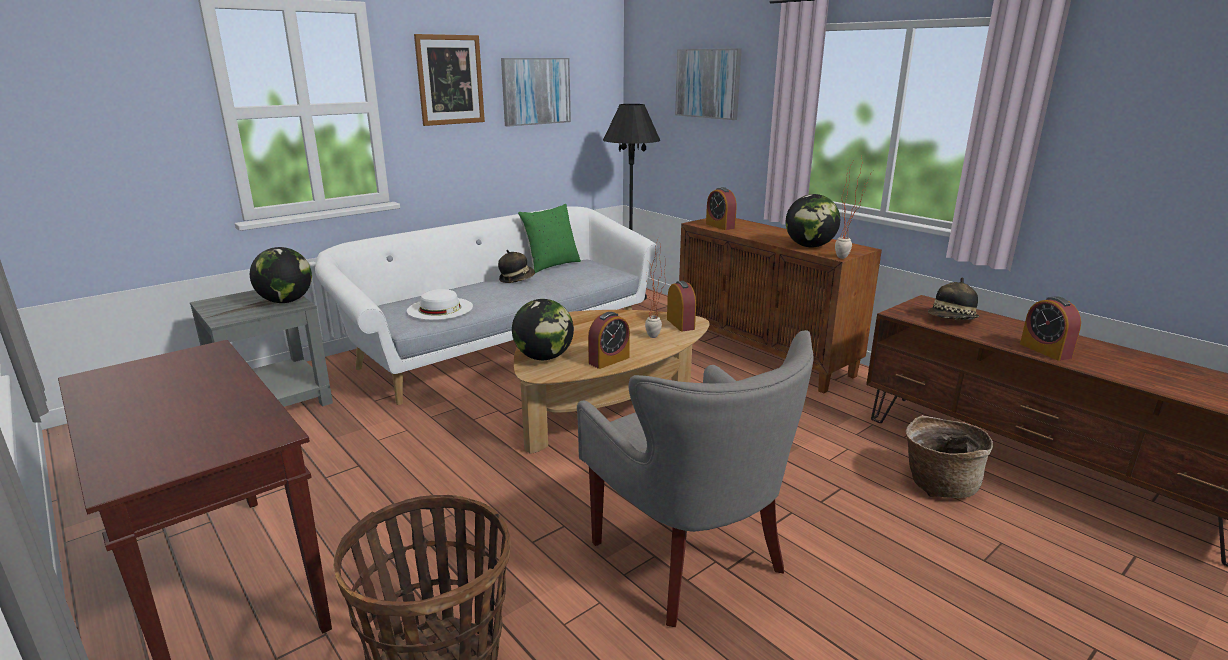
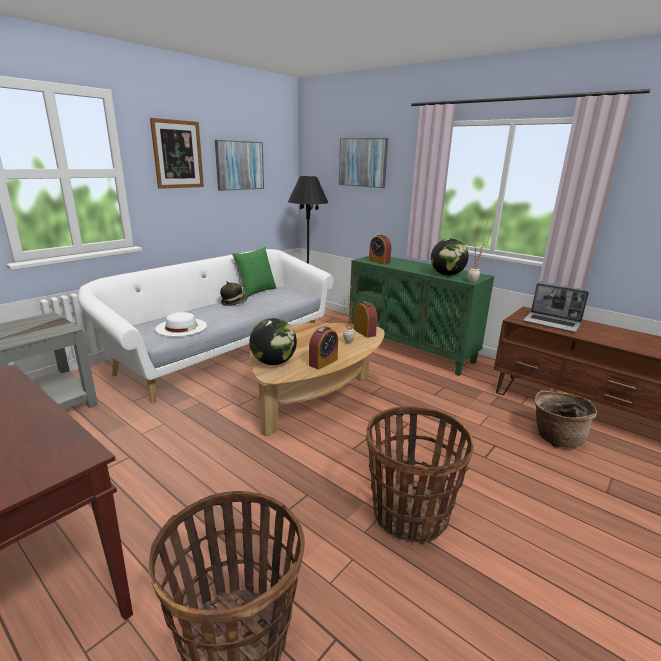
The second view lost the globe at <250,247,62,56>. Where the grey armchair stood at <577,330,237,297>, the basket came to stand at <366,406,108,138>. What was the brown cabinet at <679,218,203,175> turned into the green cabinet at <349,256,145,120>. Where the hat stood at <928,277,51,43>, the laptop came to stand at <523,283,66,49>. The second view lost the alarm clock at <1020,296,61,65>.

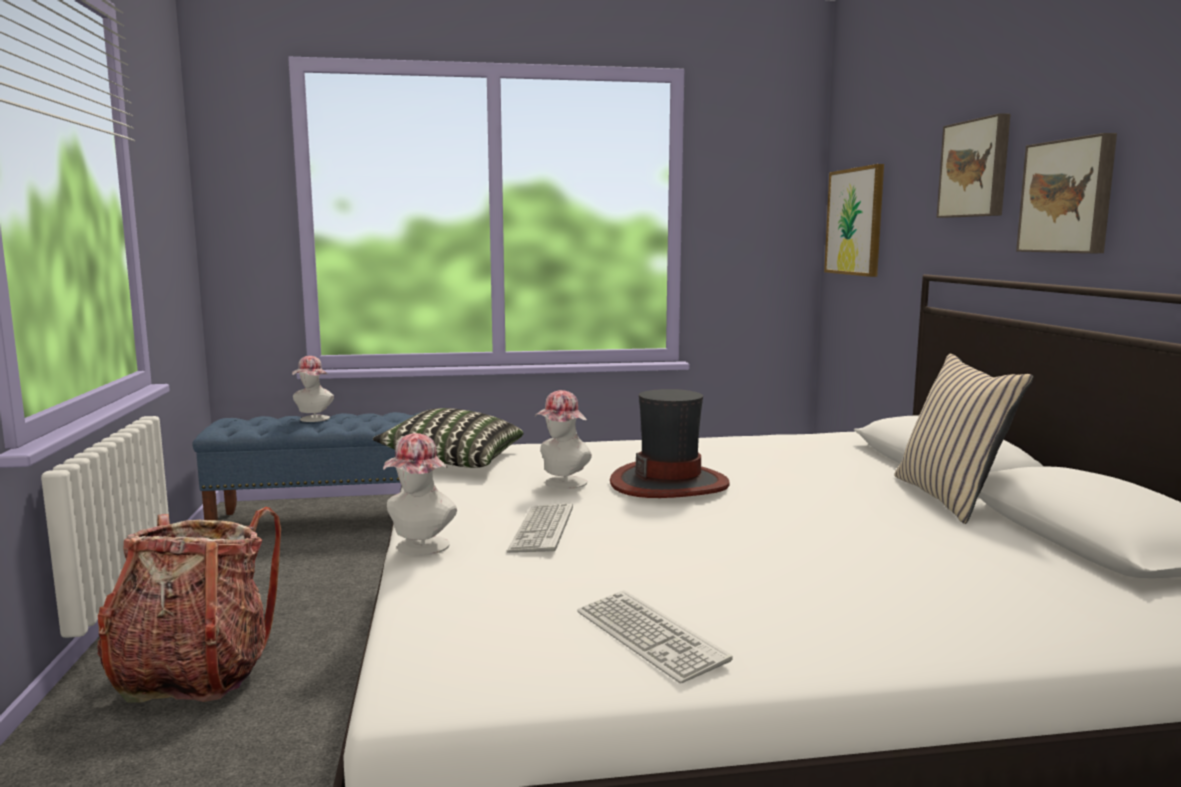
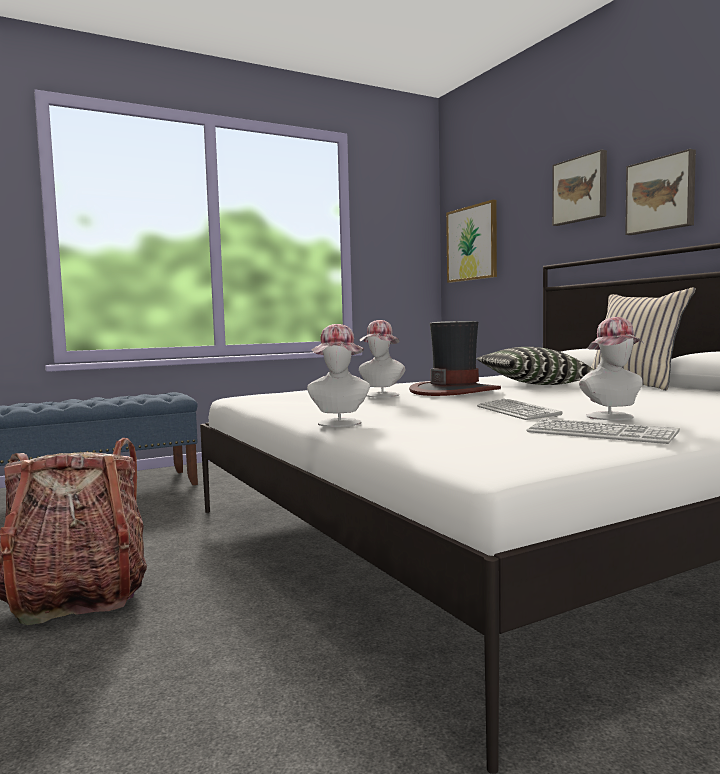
The hat ended up elsewhere, having gone from <292,356,42,66> to <579,317,66,103>. The pillow ended up elsewhere, having gone from <373,408,150,60> to <477,347,117,38>. The keyboard ended up elsewhere, having gone from <507,503,66,50> to <477,399,86,21>.

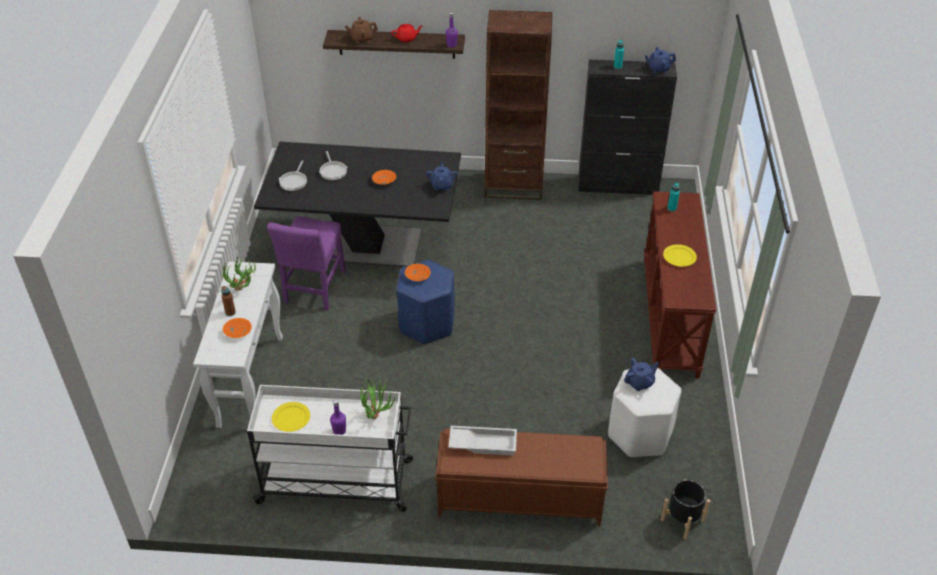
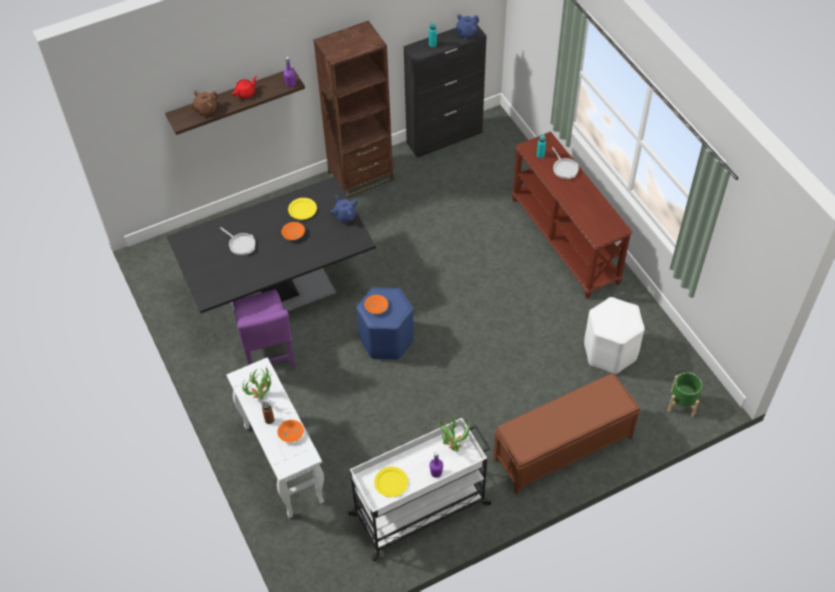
The frying pan ended up elsewhere, having gone from <279,160,28,31> to <552,147,27,32>. The second view lost the white tray at <448,426,69,30>. The second view lost the blue teapot at <624,358,35,33>. What was the black planter at <661,479,49,60> turned into the green planter at <668,372,34,45>. The yellow plate ended up elsewhere, having gone from <663,244,34,23> to <288,198,29,22>.

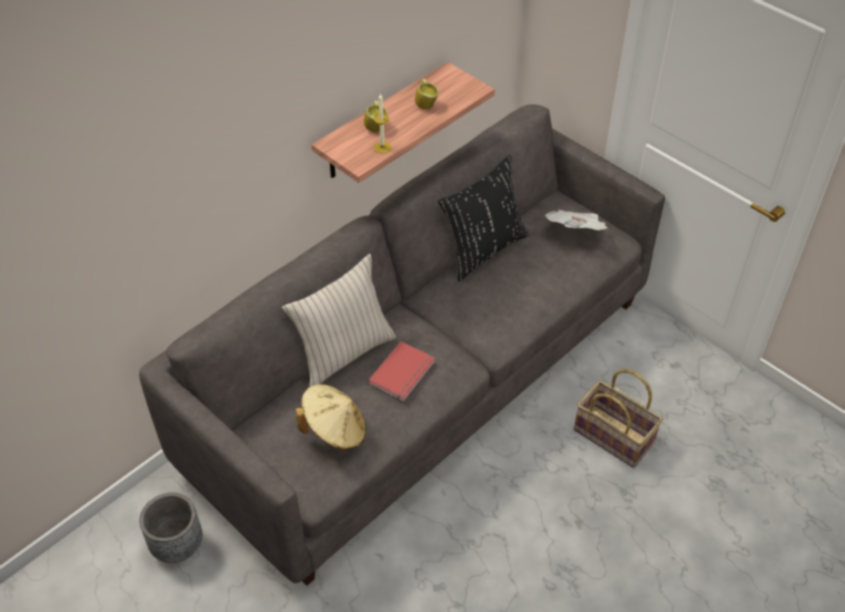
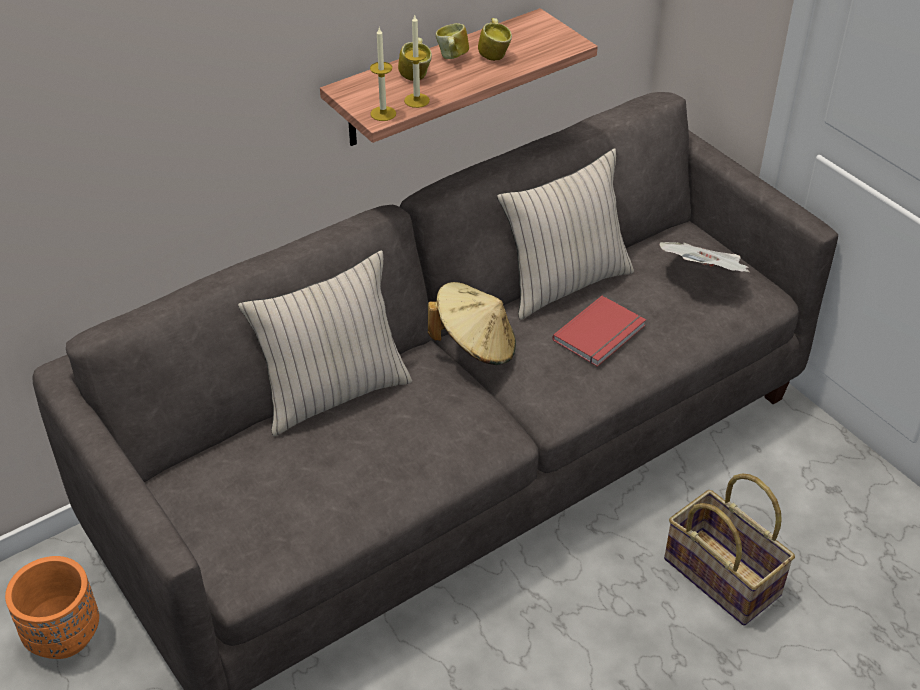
What was the grey planter at <139,492,64,71> turned into the orange planter at <5,556,94,103>. The beige hat ended up elsewhere, having gone from <295,384,71,66> to <428,282,88,83>. The red book ended up elsewhere, having gone from <368,341,67,61> to <552,296,94,71>. What was the black pillow at <438,155,90,127> turned into the beige pillow at <497,148,137,172>. The second view gained the candle at <370,28,26,93>. The second view gained the mug at <436,23,33,36>.

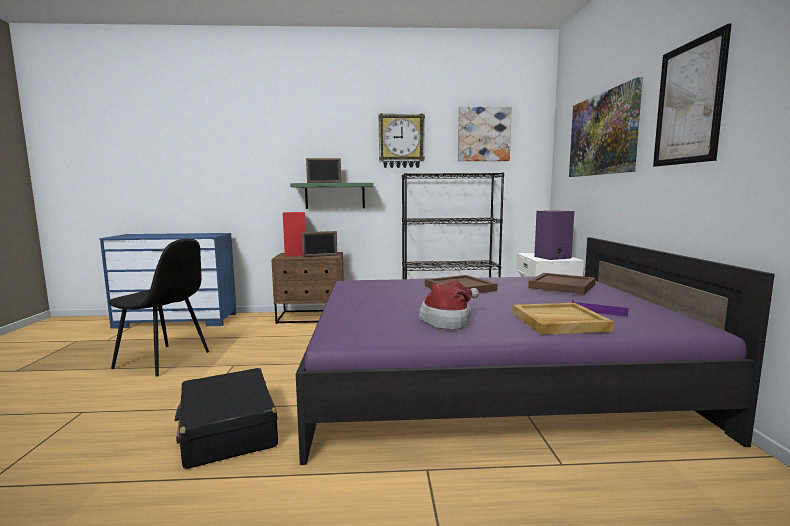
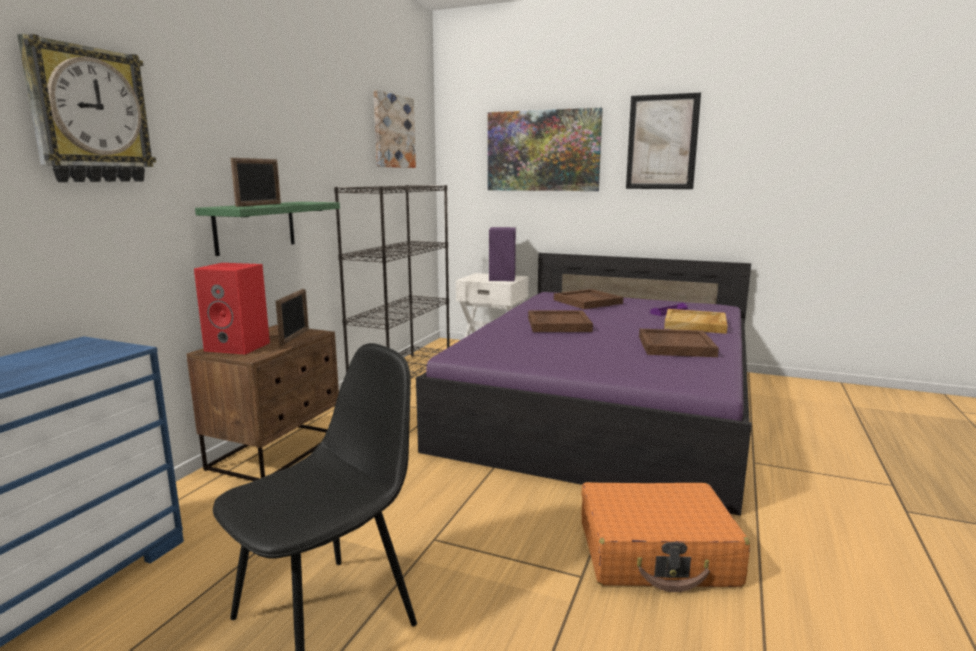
What was the black suitcase at <174,368,104,101> turned into the orange suitcase at <581,482,169,110>. The wall clock ended up elsewhere, having gone from <379,113,46,55> to <17,34,139,148>. Where the hat stood at <419,280,60,50>, the brown tray came to stand at <639,329,80,28>.

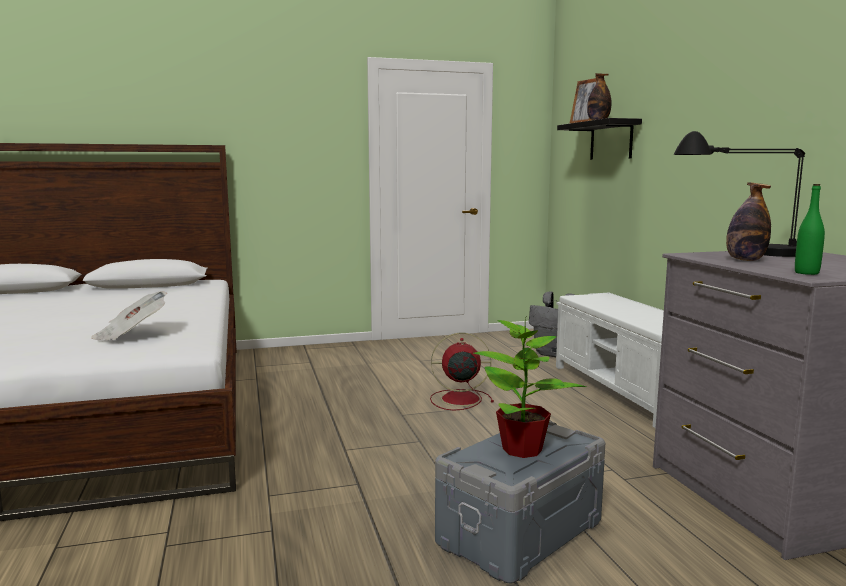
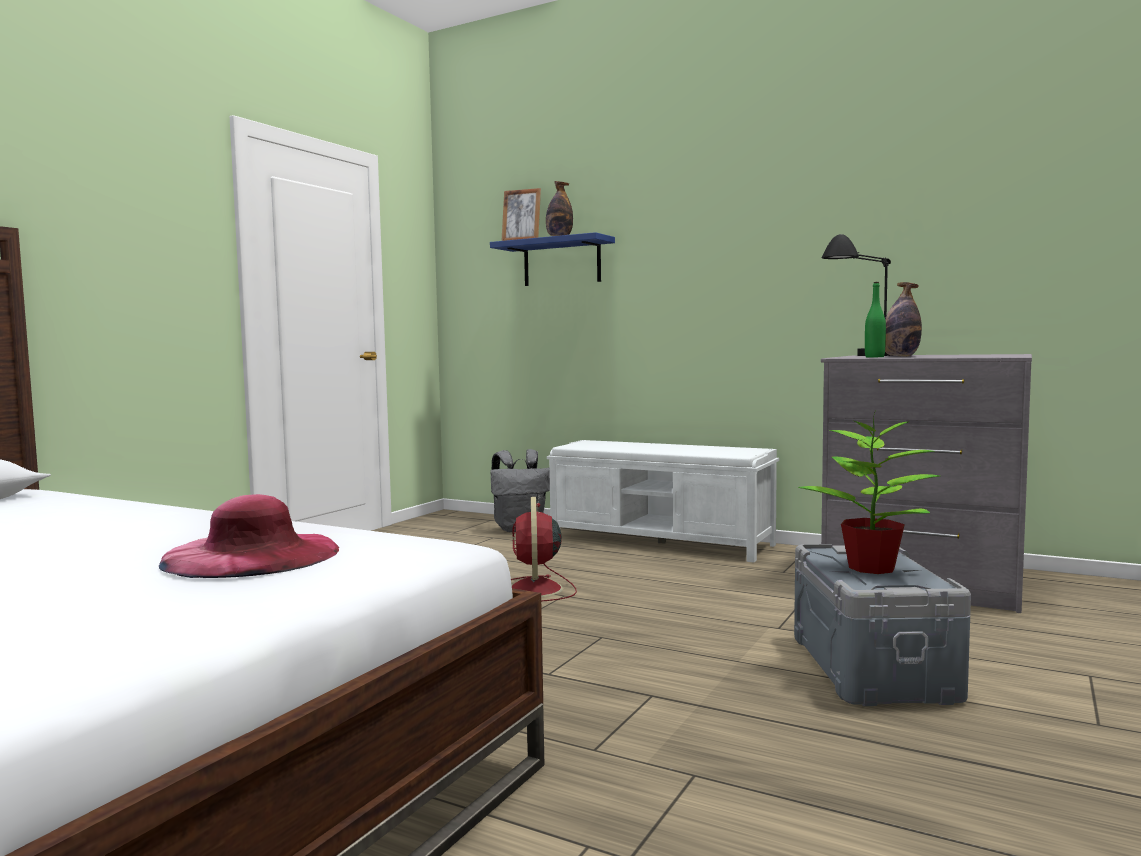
Where the newspaper stood at <91,291,77,49>, the pink hat came to stand at <159,494,180,84>. The red fan at <430,333,64,78> ended up facing another way, 45 degrees counterclockwise from before. What was the black shelf at <557,118,85,42> turned into the blue shelf at <490,232,125,54>. The green bottle ended up elsewhere, having gone from <795,184,30,91> to <865,282,21,75>.

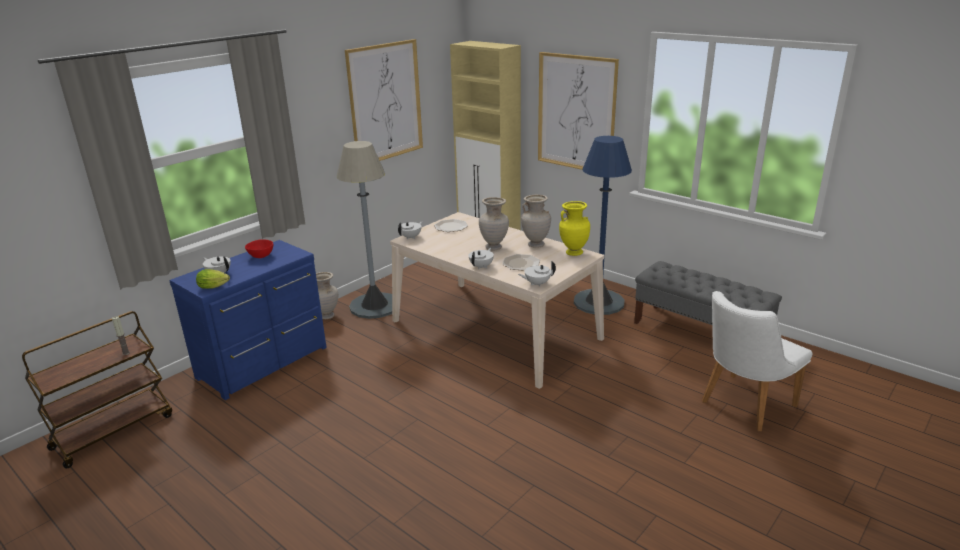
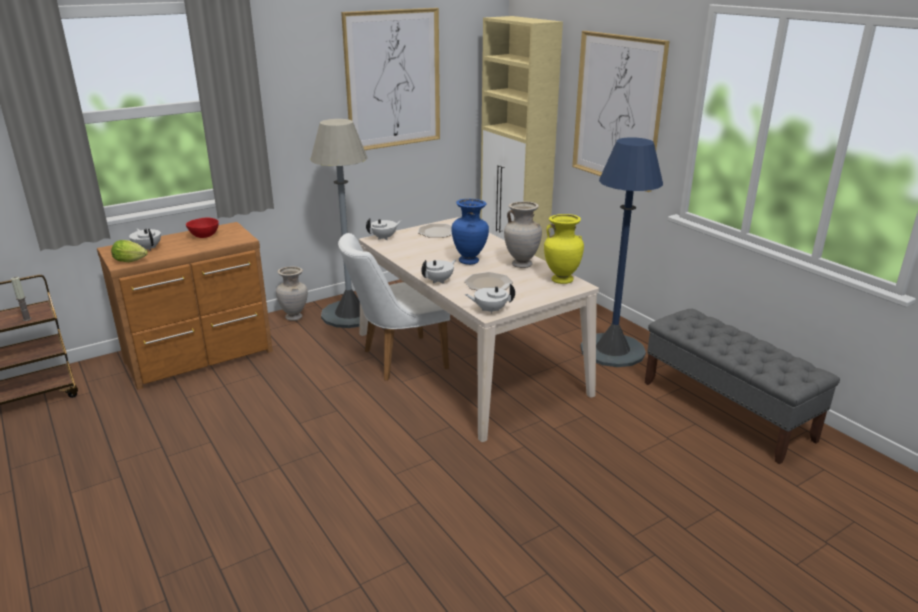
What was the blue dresser at <170,240,157,160> turned into the brown dresser at <97,222,176,168>. What was the beige vase at <479,197,30,53> turned into the blue vase at <451,199,38,66>. The white chair ended up elsewhere, having gone from <702,291,111,140> to <338,233,112,148>.

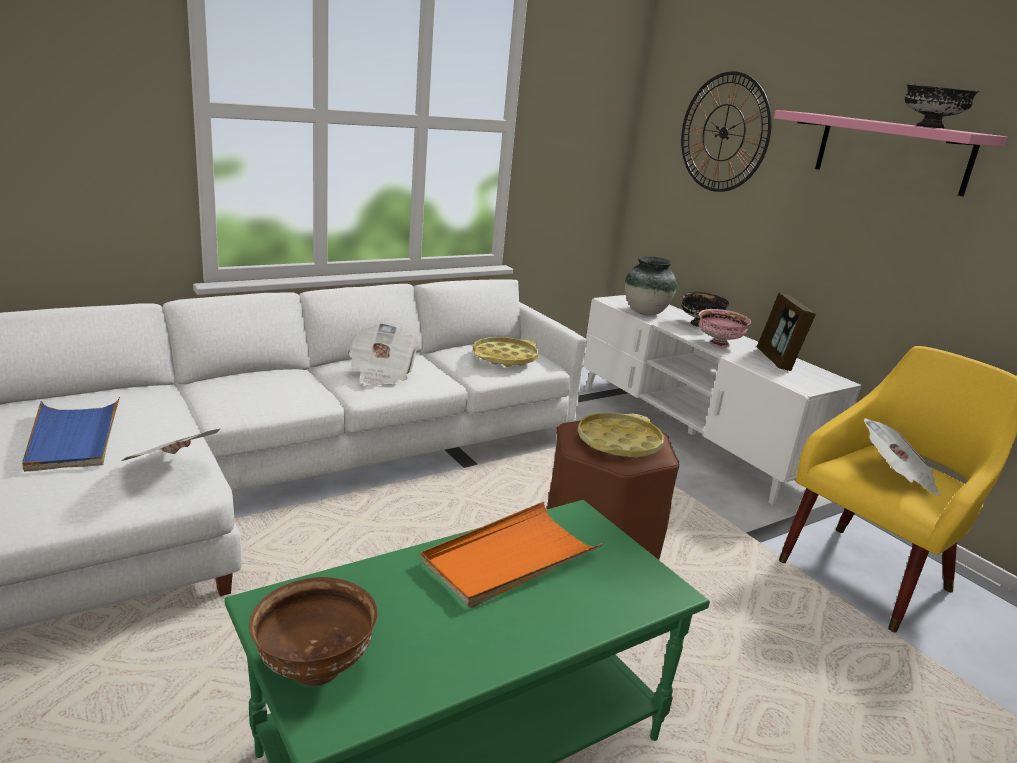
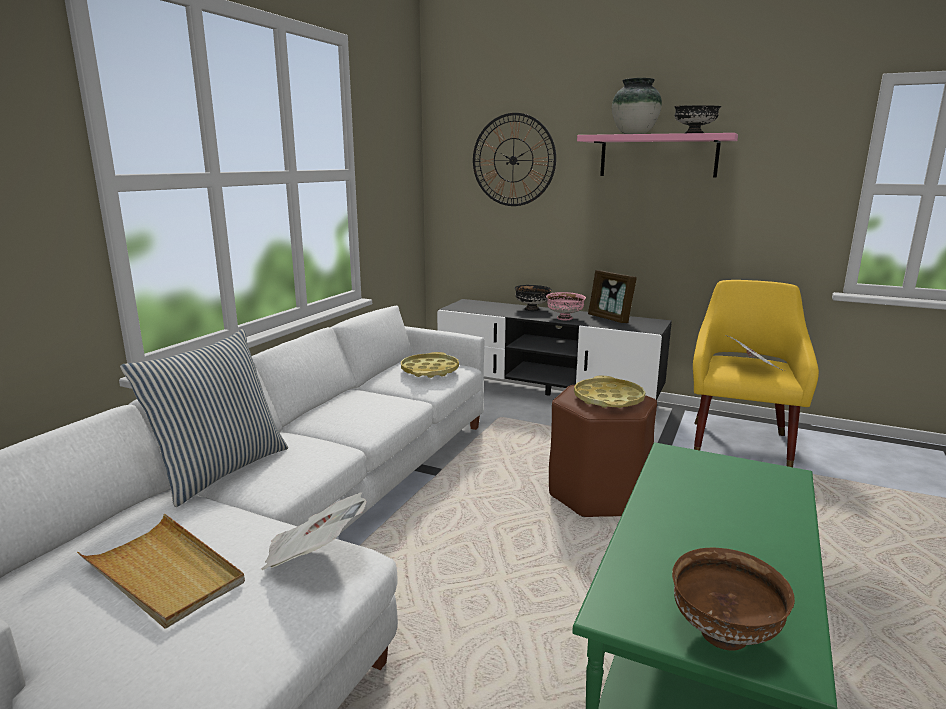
What was the blue tray at <22,397,98,75> turned into the beige tray at <77,514,168,115>. The second view lost the newspaper at <348,323,70,63>. The second view lost the orange tray at <420,502,182,106>. What was the white tv stand at <583,295,278,210> turned into the black tv stand at <437,299,235,101>. The vase ended up elsewhere, having gone from <625,256,52,59> to <612,78,50,56>. The second view gained the pillow at <120,329,168,178>.

